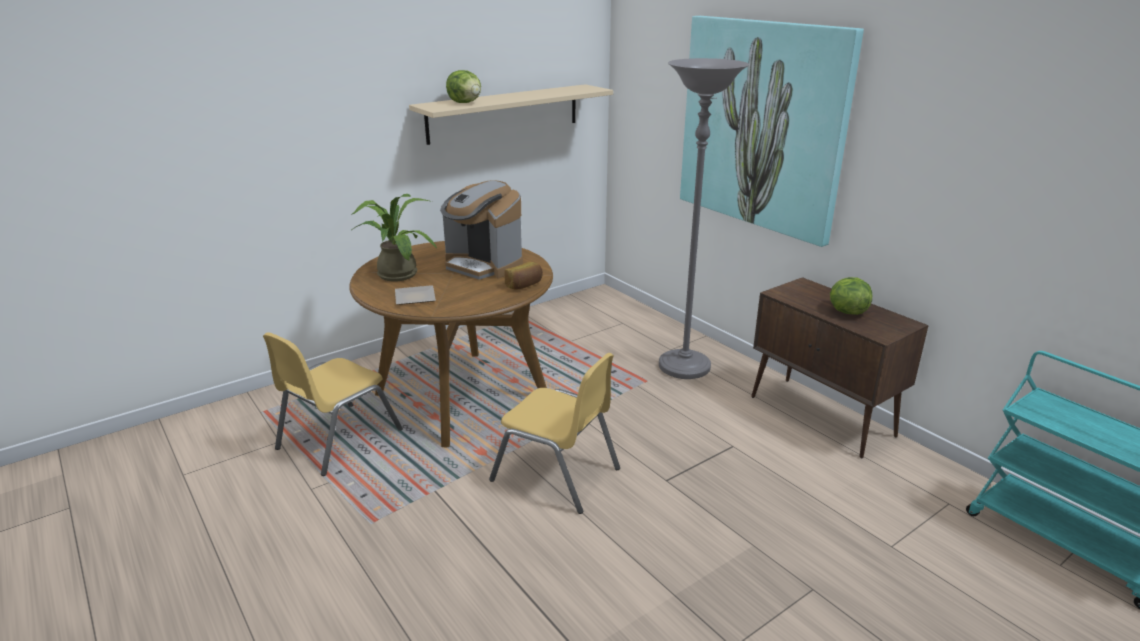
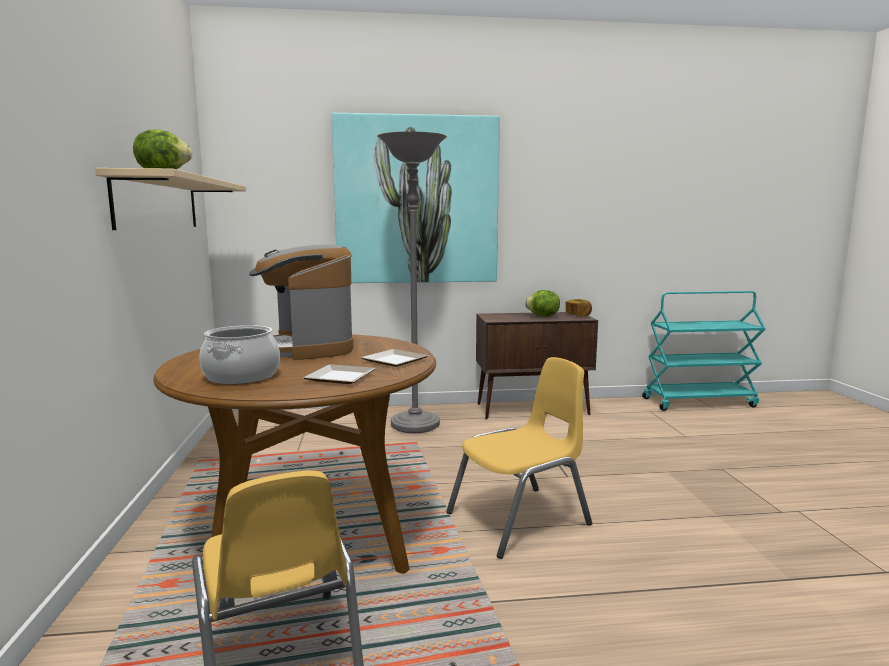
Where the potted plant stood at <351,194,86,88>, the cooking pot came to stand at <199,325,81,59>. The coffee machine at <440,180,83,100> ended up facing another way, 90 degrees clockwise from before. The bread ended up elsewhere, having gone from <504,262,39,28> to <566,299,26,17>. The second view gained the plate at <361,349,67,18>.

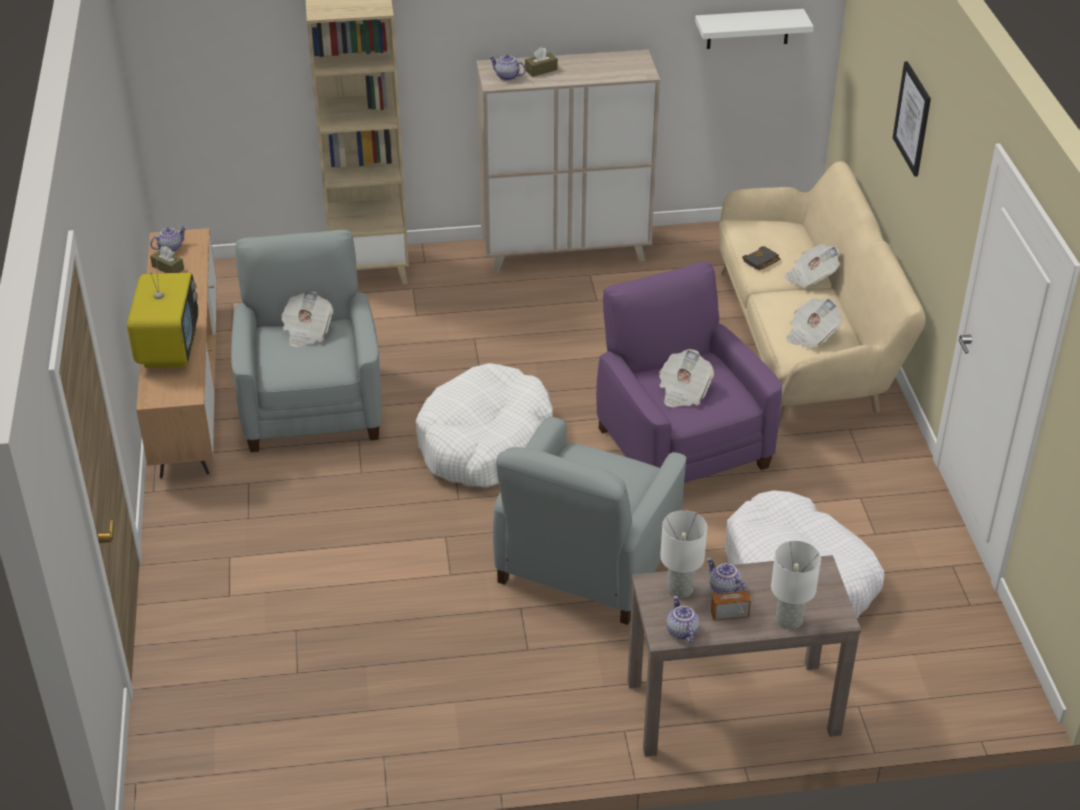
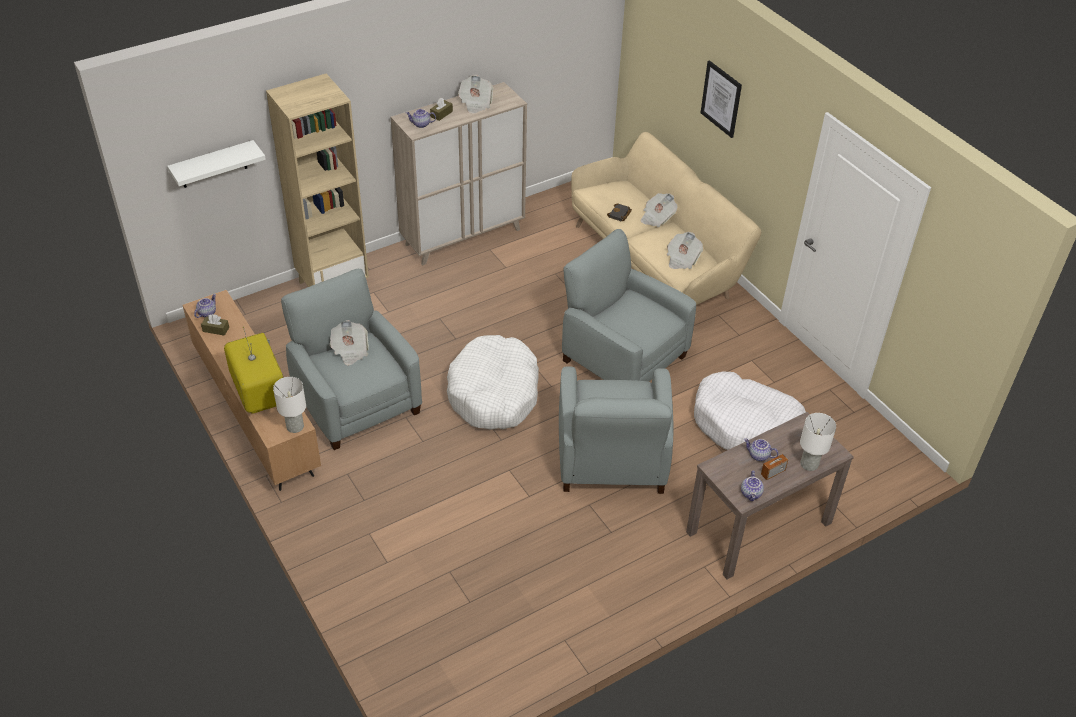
What was the purple armchair at <596,262,186,221> turned into the grey armchair at <562,229,134,153>. The newspaper ended up elsewhere, having gone from <659,349,55,58> to <458,75,35,39>. The white table lamp ended up elsewhere, having gone from <660,510,47,88> to <273,377,33,56>. The teapot at <666,596,33,47> ended up facing another way, 135 degrees counterclockwise from before. The white shelf ended up elsewhere, having gone from <695,9,119,40> to <167,140,99,48>.

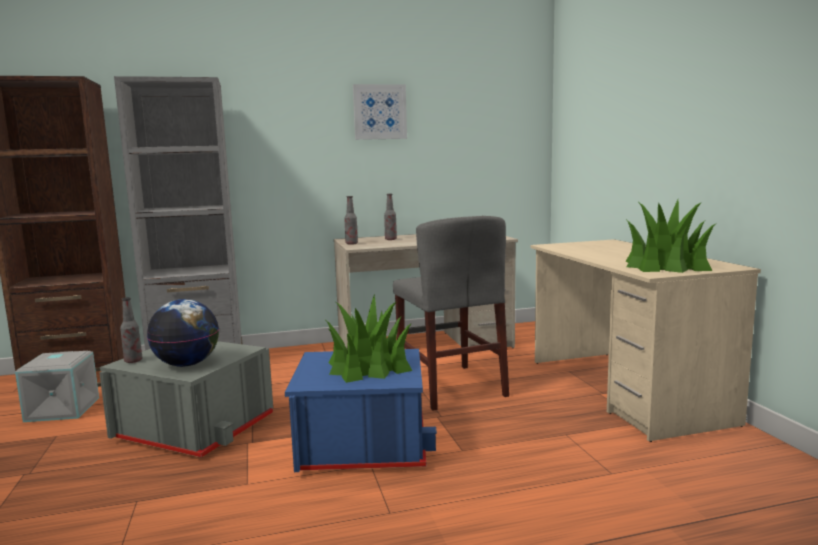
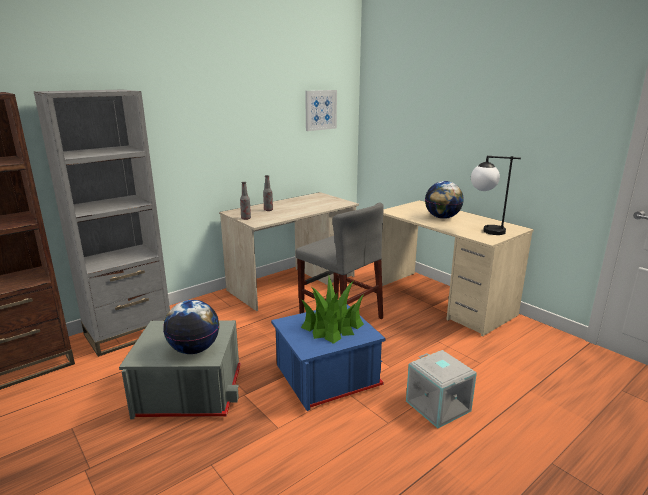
The grey storage box ended up elsewhere, having gone from <15,351,84,71> to <406,350,71,78>. The second view lost the bottle at <120,297,22,66>. The picture ended up elsewhere, having gone from <353,84,54,56> to <305,90,32,41>. Where the potted plant stood at <625,200,90,73>, the table lamp came to stand at <471,156,50,79>. The second view gained the globe at <425,181,39,38>.

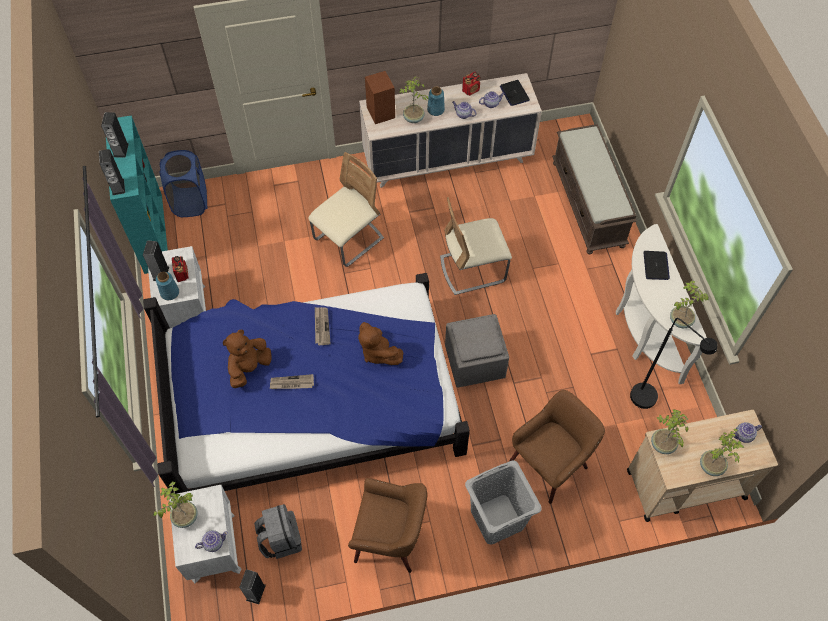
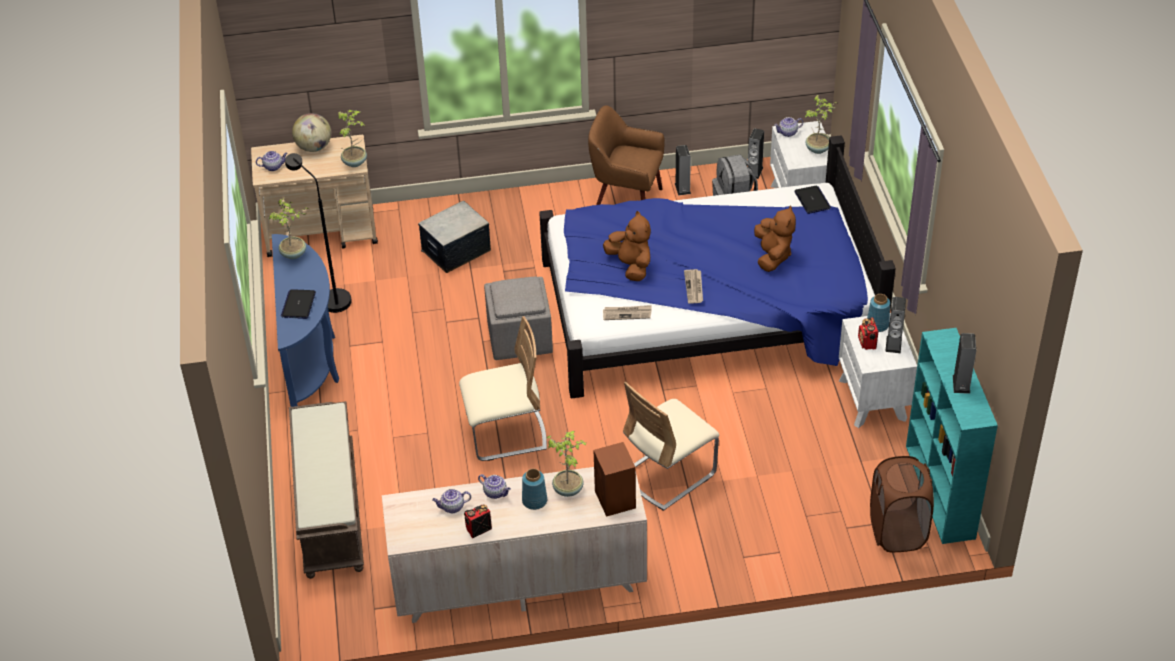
The speaker ended up elsewhere, having gone from <99,149,26,46> to <675,145,16,51>. What was the blue laundry basket at <159,150,48,67> turned into the brown laundry basket at <870,456,64,96>. The brown plush toy at <223,330,49,58> ended up facing another way, 45 degrees counterclockwise from before. The newspaper ended up elsewhere, having gone from <270,374,44,15> to <603,305,49,15>. The second view lost the grey laundry basket at <465,461,77,83>. The laptop ended up elsewhere, having gone from <500,80,30,26> to <794,185,37,29>. Where the brown armchair stood at <509,390,96,114>, the storage box came to stand at <418,201,73,72>. What was the white console table at <616,224,91,160> turned into the blue console table at <272,234,67,173>. Where the potted plant stood at <700,429,44,47>, the globe came to stand at <292,113,39,39>.

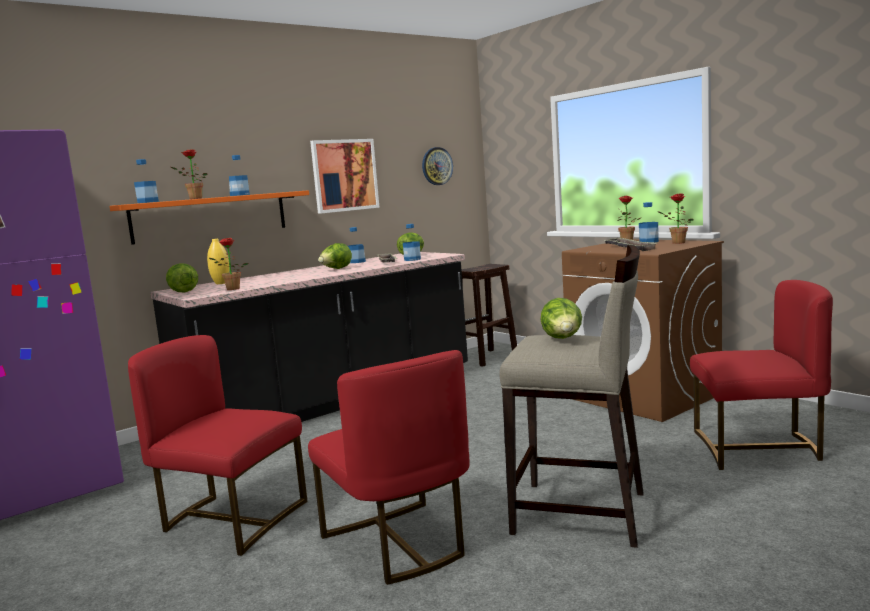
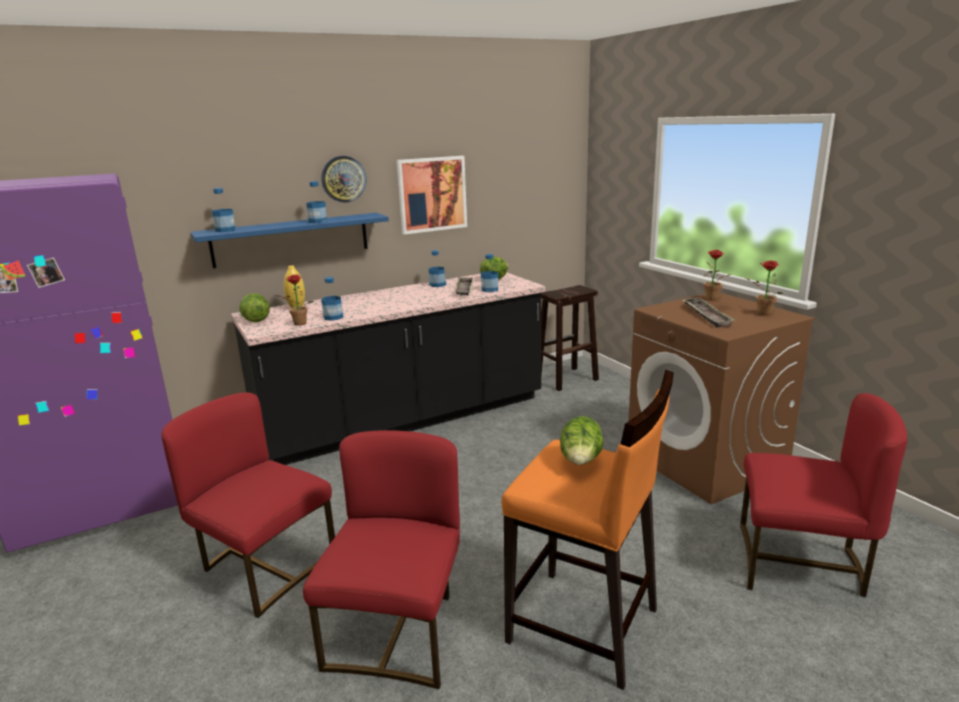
What was the orange shelf at <109,190,200,55> turned into the blue shelf at <191,213,198,55>. The second view lost the potted plant at <171,149,36,50>. The red chair at <308,350,161,235> ended up facing another way, 150 degrees counterclockwise from before. The second view lost the lettuce at <318,243,34,26>. The wall clock ended up elsewhere, having gone from <422,147,31,38> to <321,156,45,47>. What was the beige stool at <499,245,145,303> turned into the orange stool at <501,370,172,320>. The bottle ended up elsewhere, having gone from <639,202,20,40> to <321,277,22,44>.

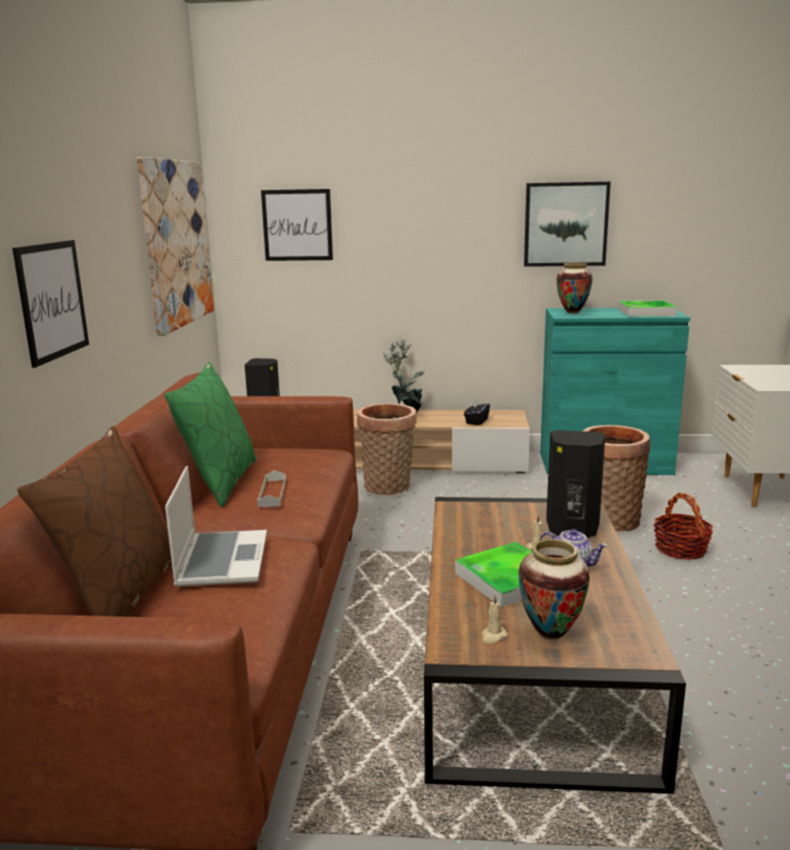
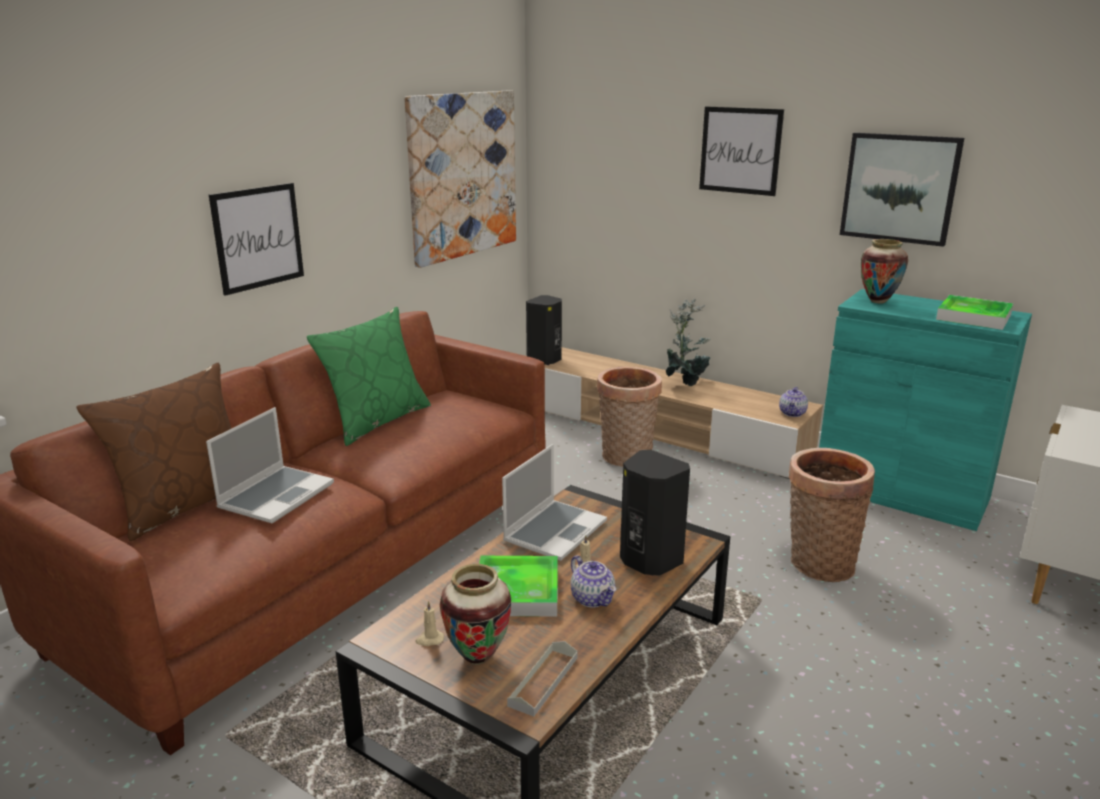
The grey tray ended up elsewhere, having gone from <257,470,29,37> to <507,641,70,76>. The picture ended up elsewhere, having gone from <261,189,72,72> to <699,107,85,89>. The second view lost the black tissue box at <464,398,26,27>. The second view lost the basket at <654,493,59,67>. The second view gained the laptop at <502,444,105,117>. The second view gained the teapot at <779,387,29,30>.

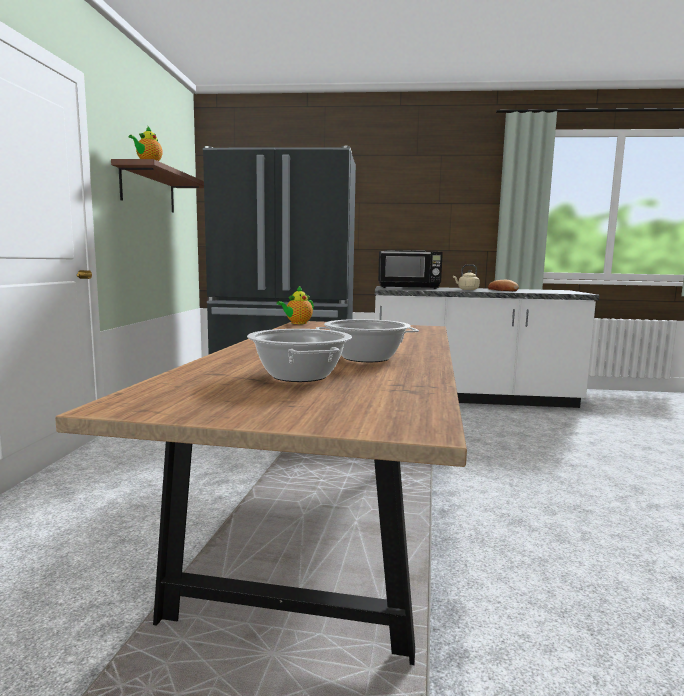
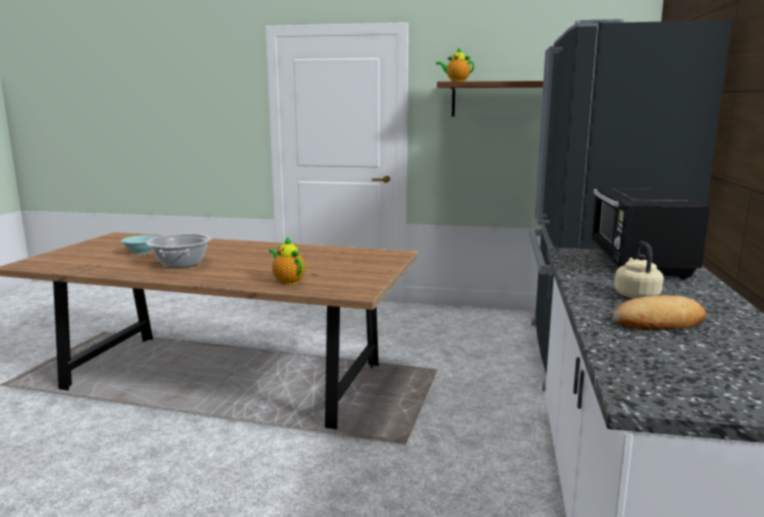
Where the cooking pot stood at <247,329,105,53>, the turquoise bowl came to stand at <121,235,37,19>. The teapot ended up elsewhere, having gone from <277,286,37,38> to <269,236,37,49>.

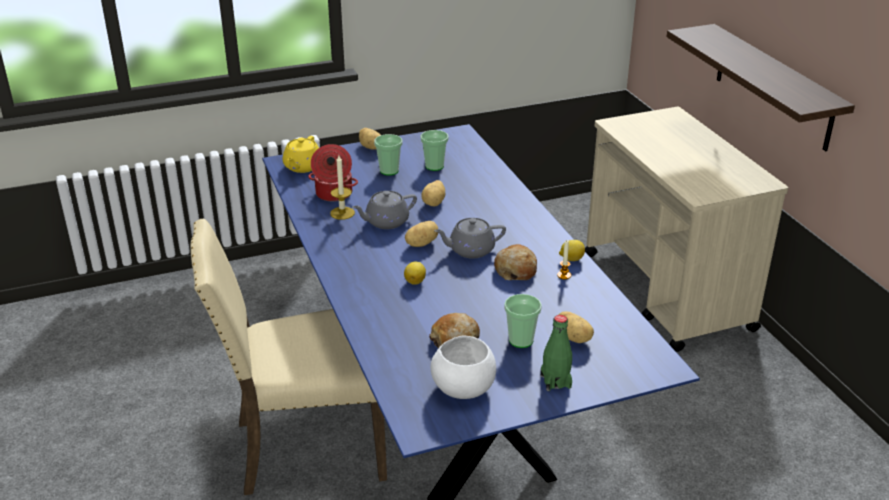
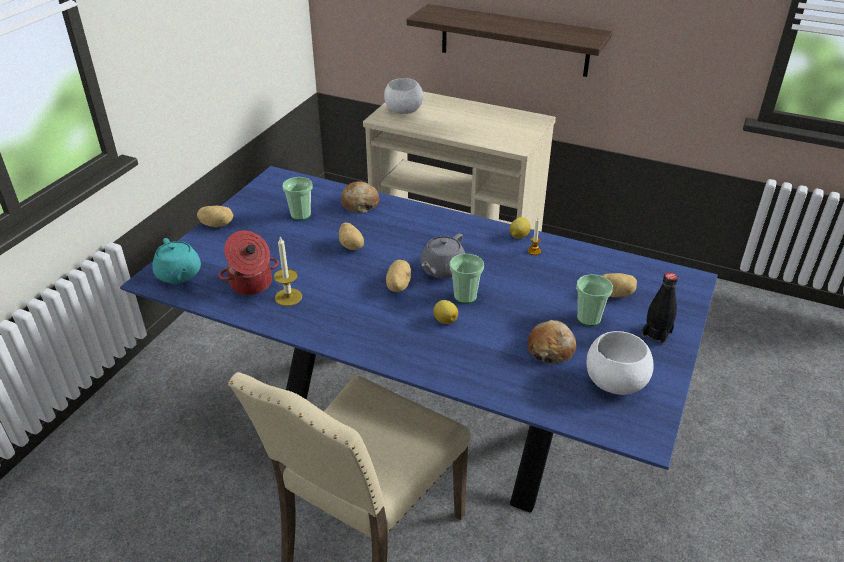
What was the yellow teapot at <283,136,36,37> turned into the turquoise teapot at <152,238,49,46>. The second view lost the grey teapot at <352,191,65,38>. The cup ended up elsewhere, having gone from <374,134,28,42> to <450,254,34,50>. The bread ended up elsewhere, having gone from <494,244,43,36> to <341,182,38,31>. What was the green bottle at <541,315,31,76> turned into the black bottle at <641,273,37,72>. The second view gained the white bowl at <384,78,39,36>.

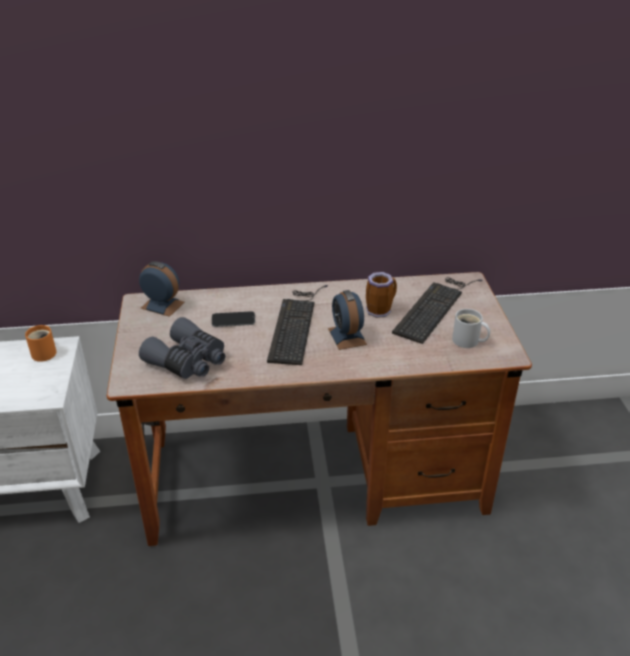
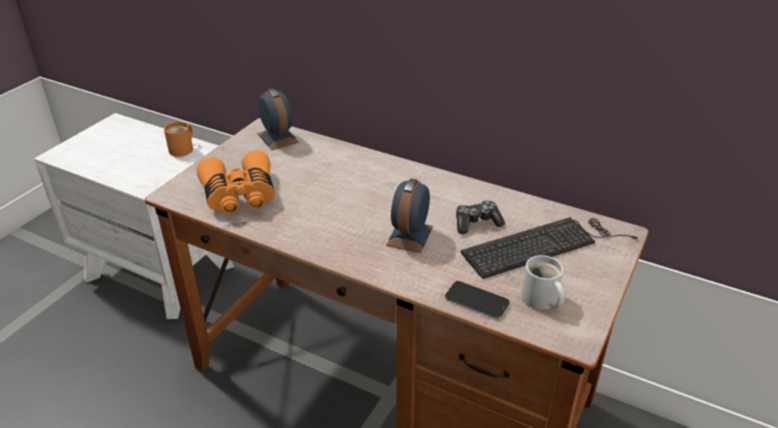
What was the grey binoculars at <139,317,86,62> turned into the orange binoculars at <197,150,78,64>. The phone ended up elsewhere, having gone from <212,311,43,16> to <445,281,65,38>. The second view lost the keyboard at <267,285,61,80>. Where the mug stood at <366,272,31,46>, the game controller came to stand at <456,200,49,34>.

